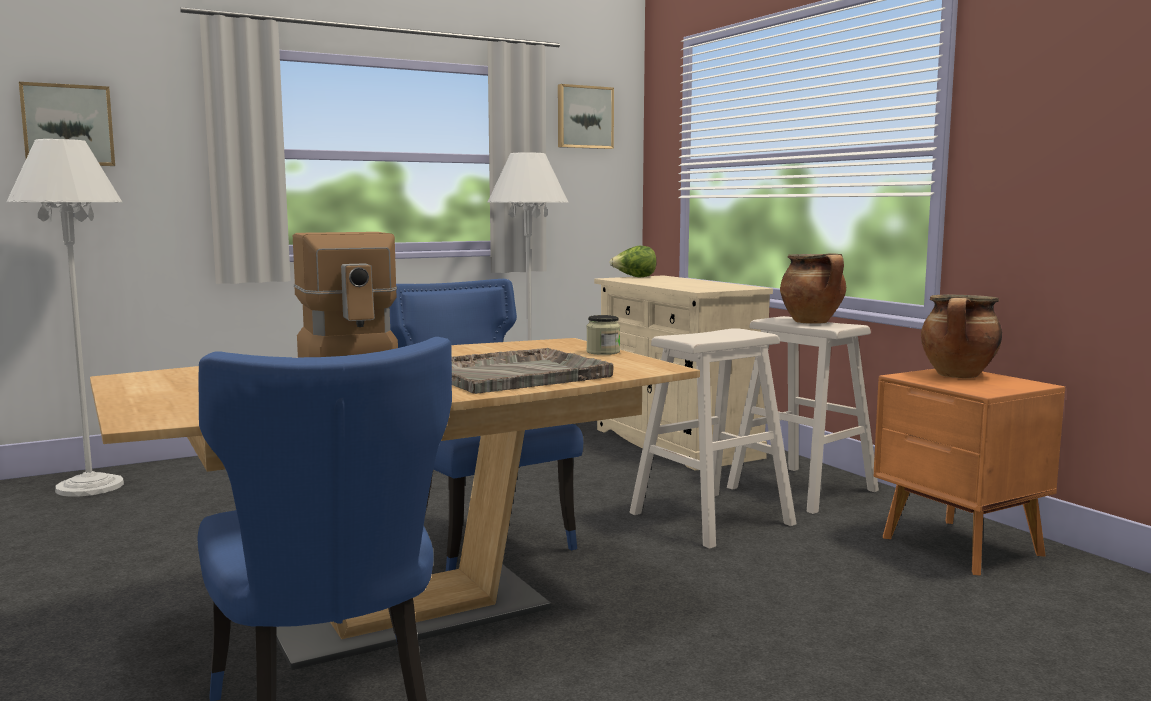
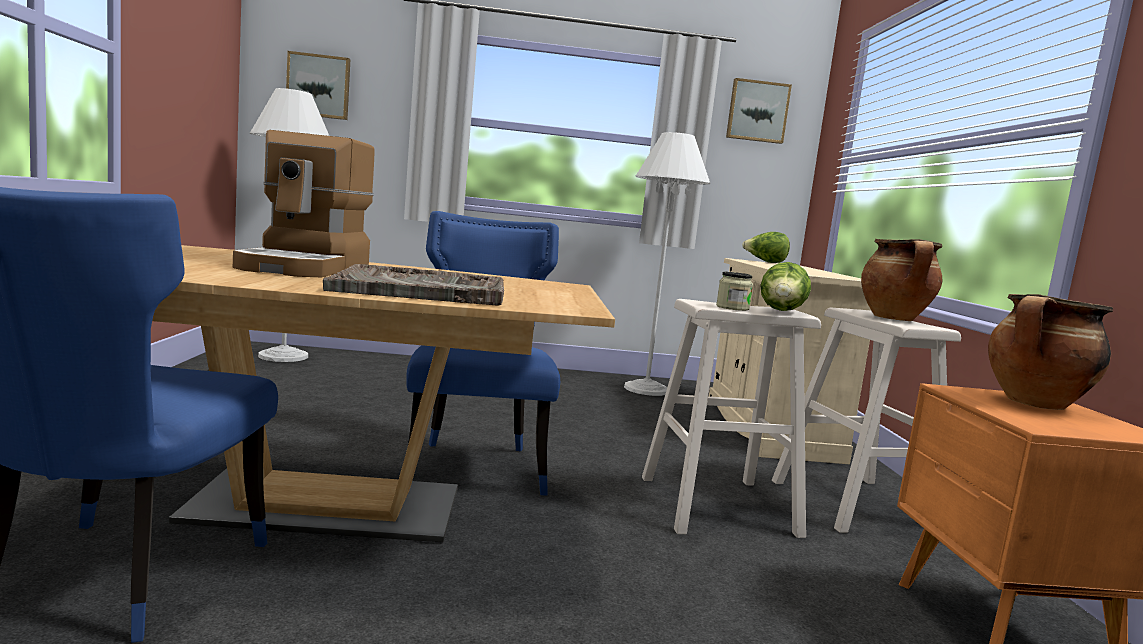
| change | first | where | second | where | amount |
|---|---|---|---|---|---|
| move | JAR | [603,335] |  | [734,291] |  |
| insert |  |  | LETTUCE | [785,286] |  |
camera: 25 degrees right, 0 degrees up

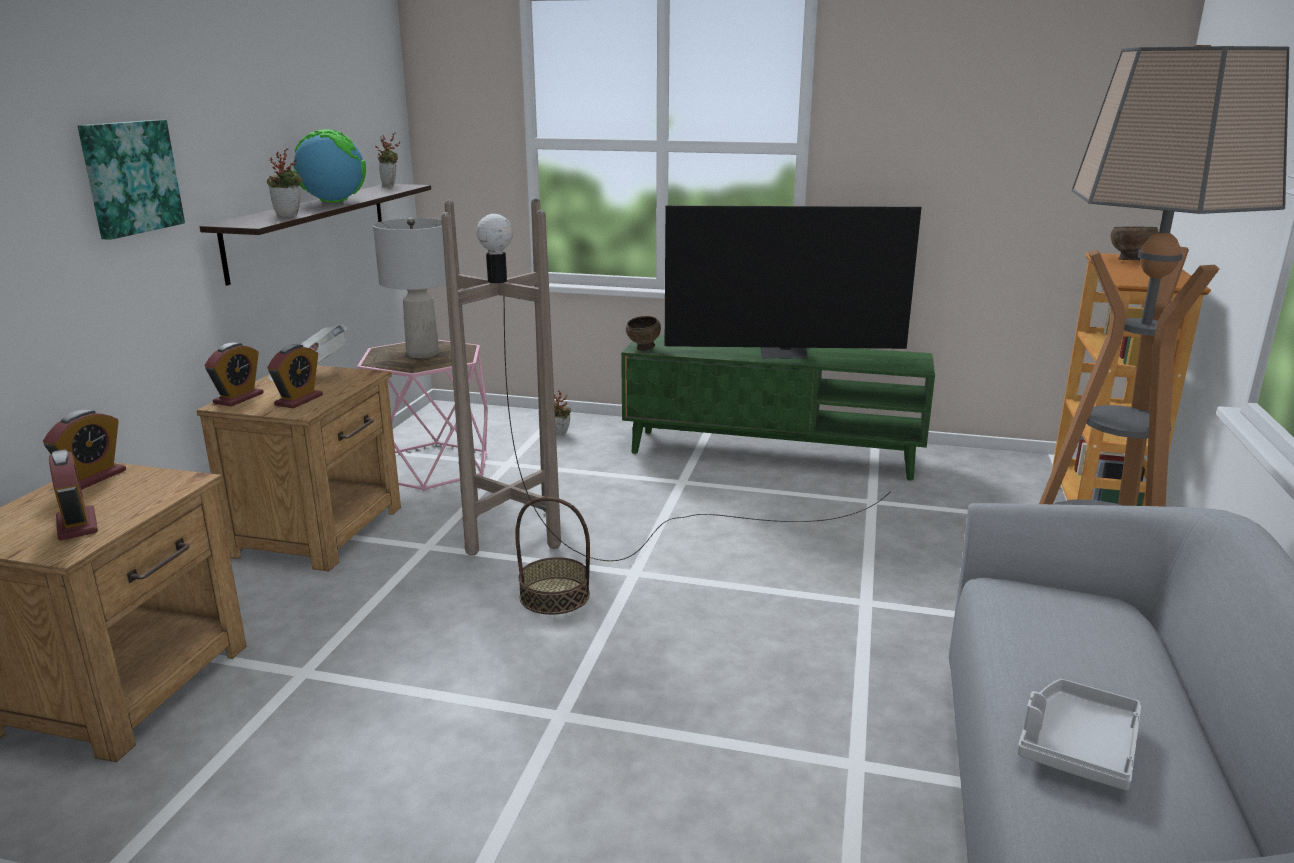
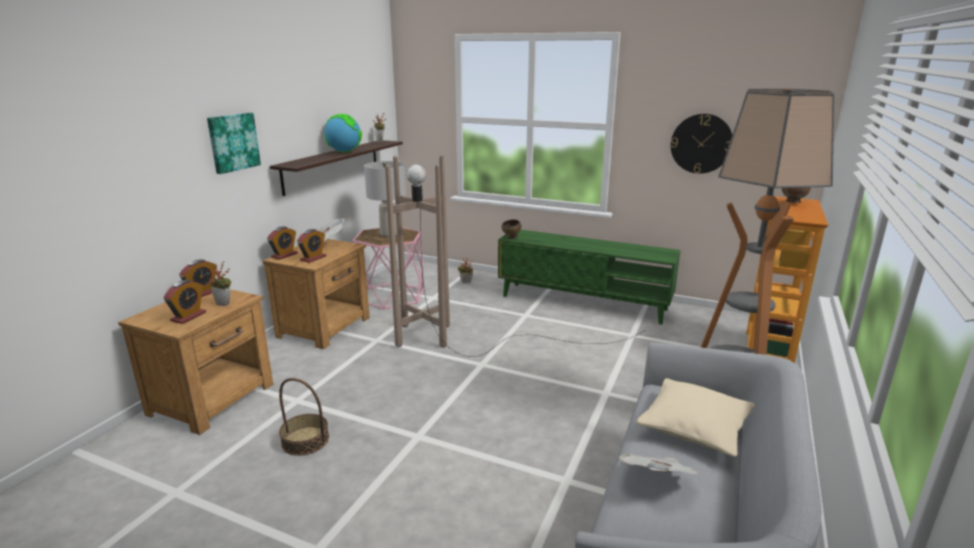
| change | first | where | second | where | amount |
|---|---|---|---|---|---|
| rotate | ALARM CLOCK | [73,494] |  | [184,302] | 45 degrees clockwise |
| move | POTTED PLANT | [285,182] |  | [221,283] |  |
| move | BASKET | [552,556] |  | [304,417] |  |
| replace | GREY TRAY | [1079,735] | NEWSPAPER | [659,464] |  |
| insert |  |  | BEIGE PILLOW | [695,417] |  |
| insert |  |  | WALL CLOCK | [701,144] |  |
| delete | TELEVISION | [793,282] |  |  |  |
camera: 10 degrees right, 0 degrees up

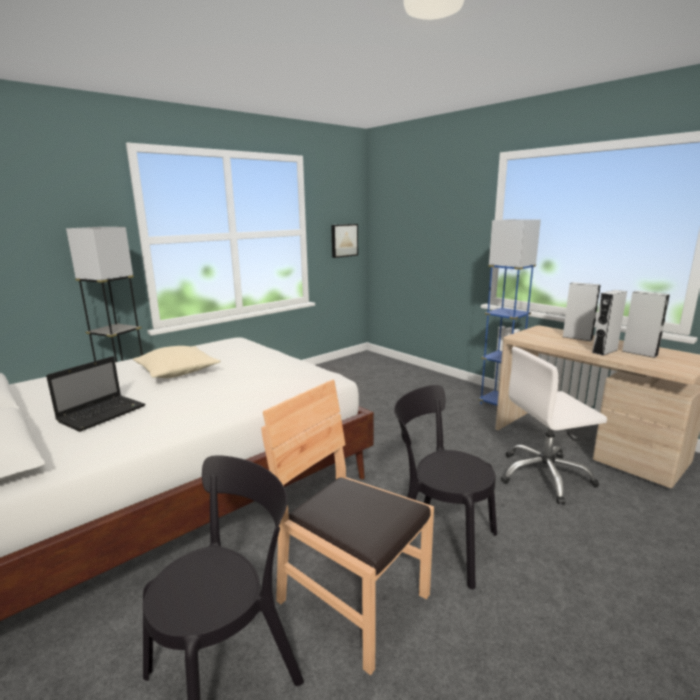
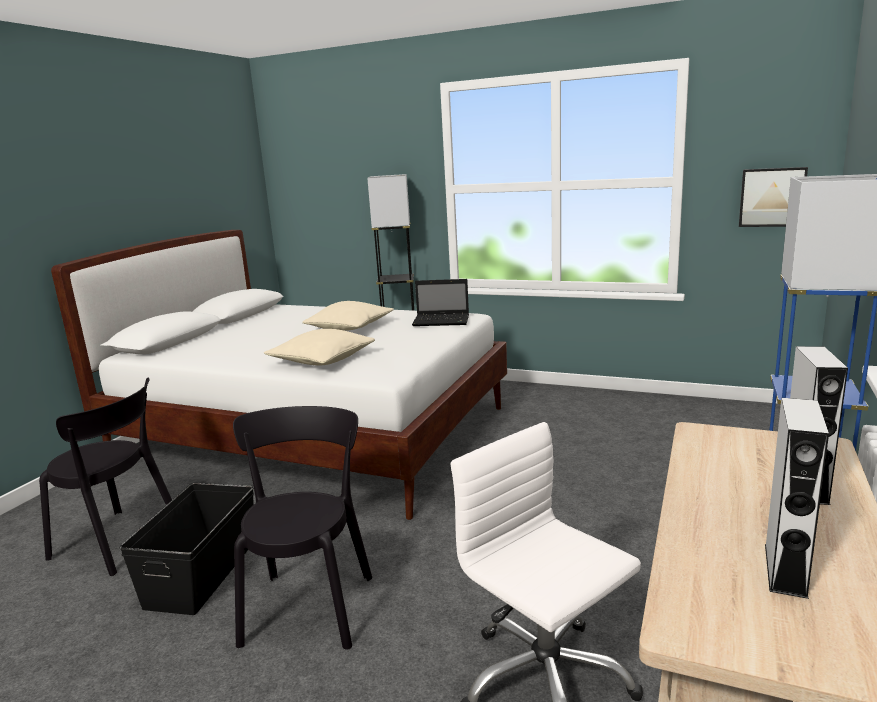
| change | first | where | second | where | amount |
|---|---|---|---|---|---|
| replace | BROWN CHAIR | [347,527] | BLACK STORAGE BOX | [187,549] |  |
| insert |  |  | BEIGE PILLOW | [319,347] |  |
| move | LAPTOP | [95,394] |  | [440,302] |  |
| delete | GREY SPEAKER | [609,323] |  |  |  |
camera: 65 degrees right, 0 degrees up

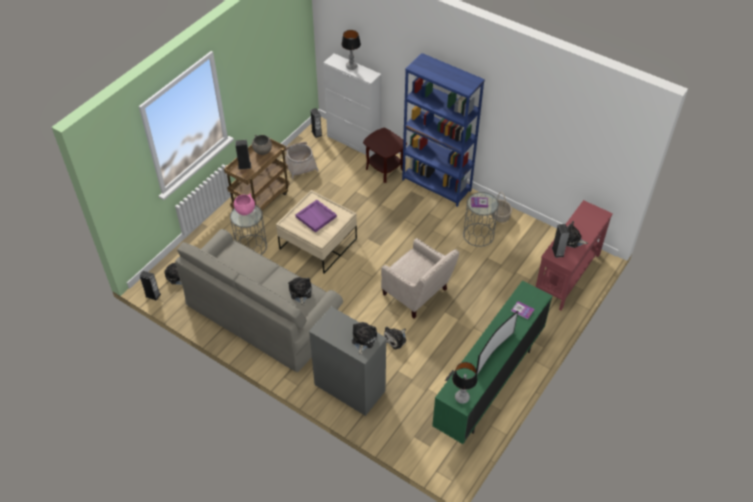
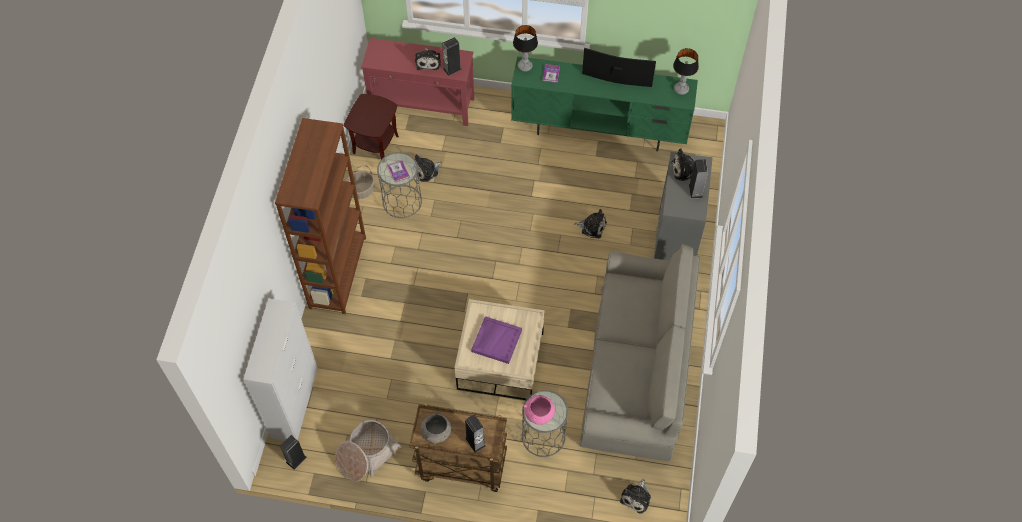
| change | first | where | second | where | amount |
|---|---|---|---|---|---|
| recolor | BLUE BOOKCASE | [443,130] | BROWN BOOKCASE | [320,216] |  |
| move | BROWN SIDE TABLE | [385,155] |  | [371,126] |  |
| move | PLUSH TOY | [300,291] |  | [428,168] |  |
| move | TABLE LAMP | [351,50] |  | [525,48] |  |
| move | SPEAKER | [150,286] |  | [698,178] |  |
| delete | BEIGE ARMCHAIR | [420,278] |  |  |  |
camera: 115 degrees left, 10 degrees up

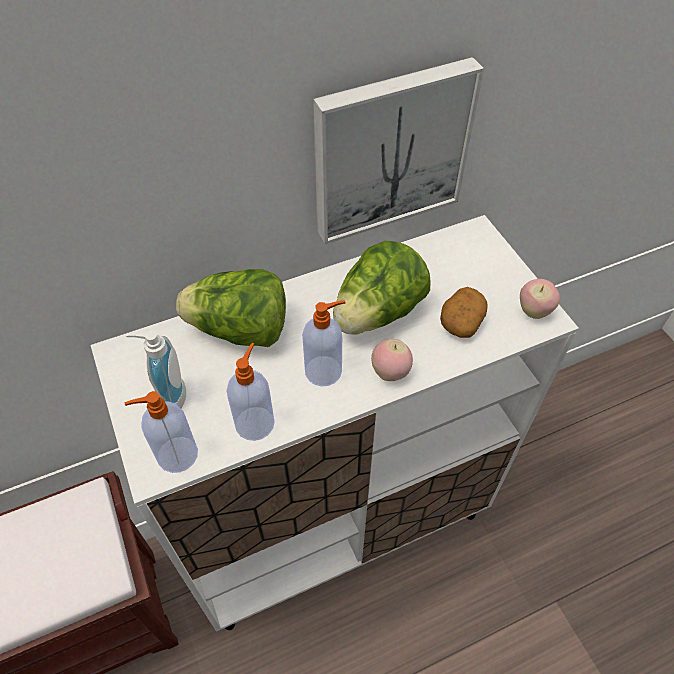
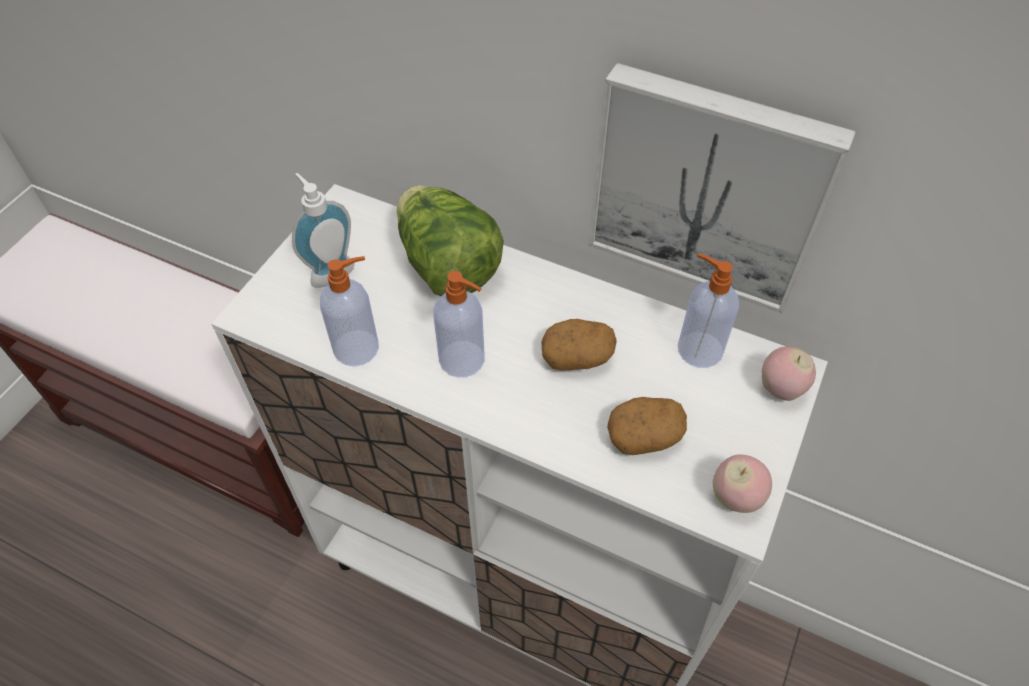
| change | first | where | second | where | amount |
|---|---|---|---|---|---|
| replace | LETTUCE | [382,288] | POTATO | [578,345] |  |
| move | SOAP DISPENSER | [161,432] |  | [708,310] |  |
| move | APPLE | [392,360] |  | [789,374] |  |
camera: 50 degrees right, 0 degrees up

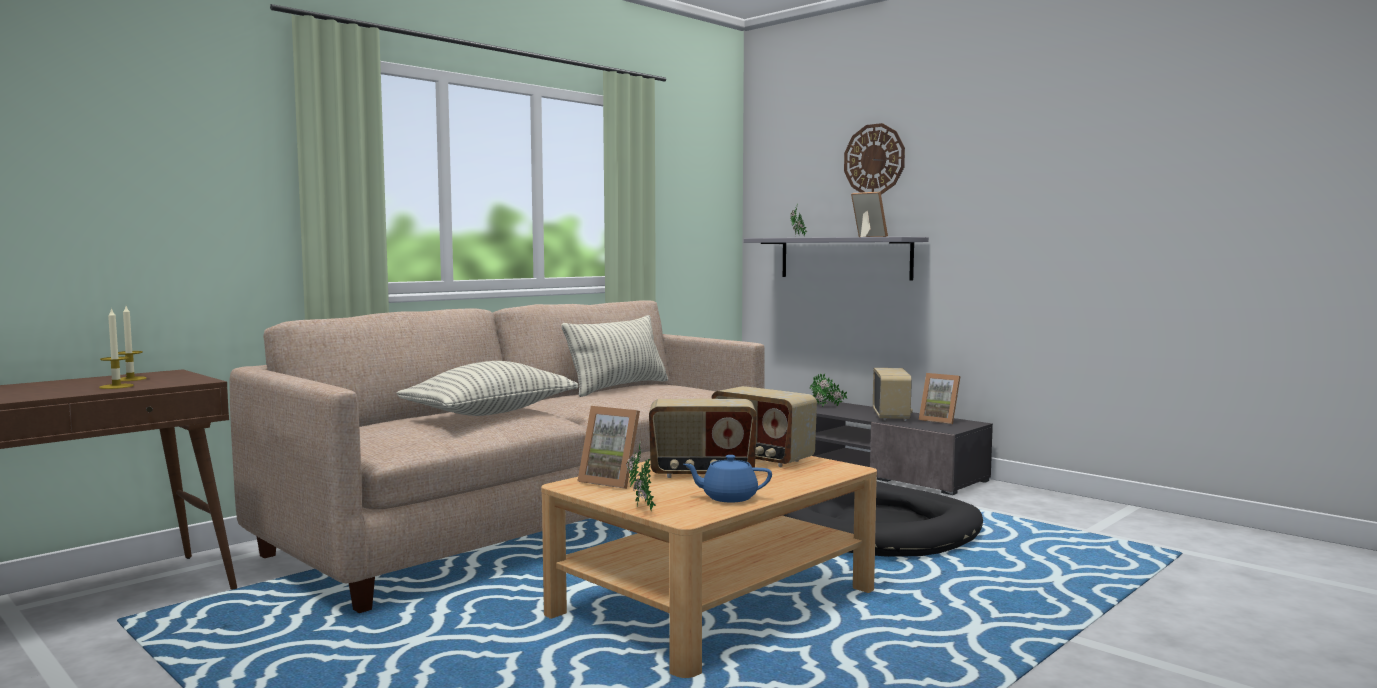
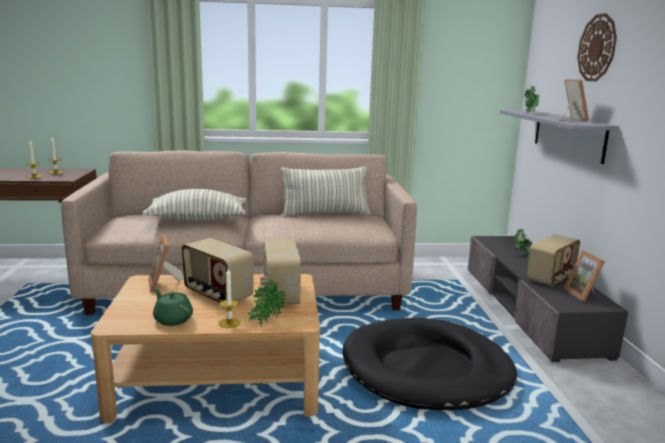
| change | first | where | second | where | amount |
|---|---|---|---|---|---|
| recolor | BLUE TEAPOT | [727,479] | GREEN TEAPOT | [173,307] |  |
| insert |  |  | CANDLE | [229,298] |  |
| move | POTTED PLANT | [641,476] |  | [267,303] |  |
camera: 40 degrees right, 10 degrees up

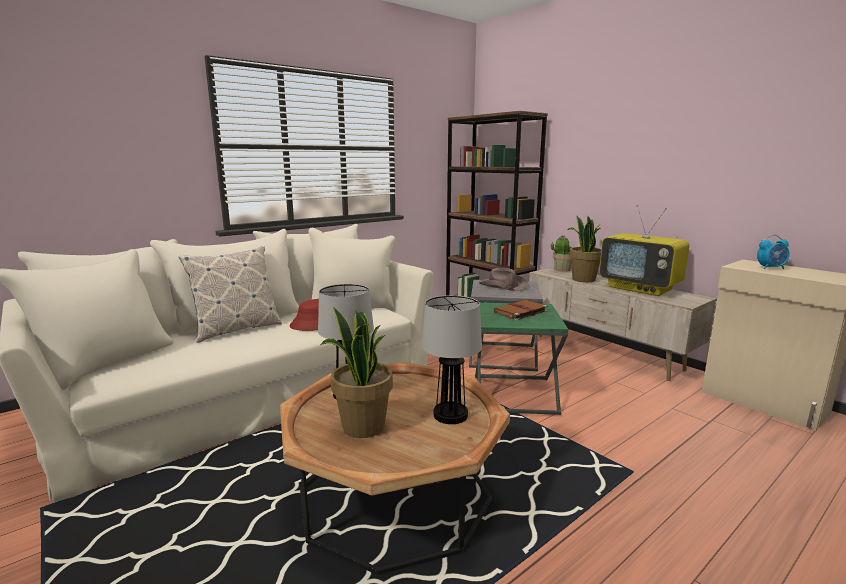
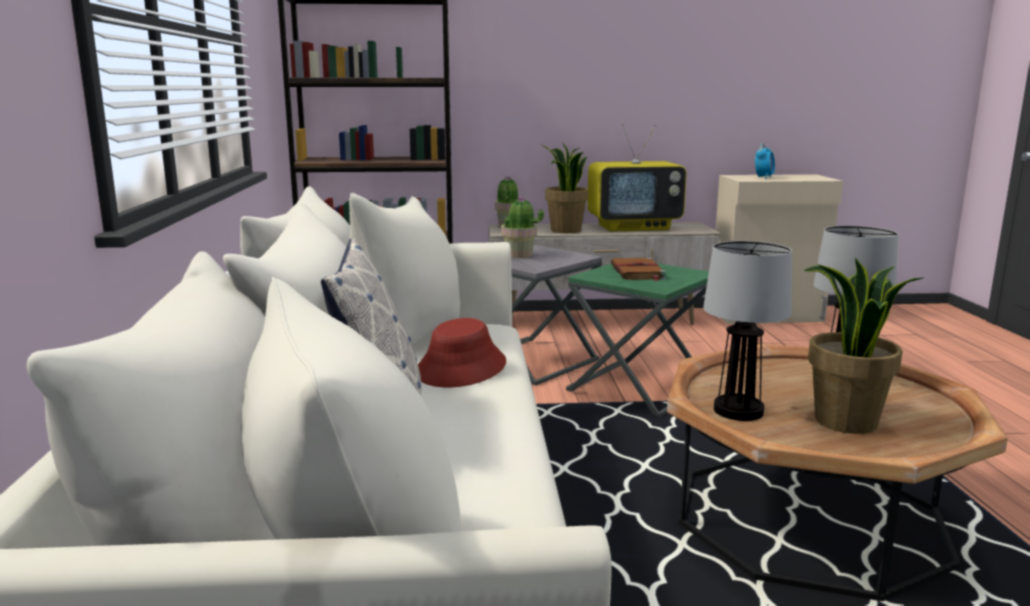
| change | first | where | second | where | amount |
|---|---|---|---|---|---|
| replace | BROWN HAT | [504,279] | POTTED PLANT | [522,227] |  |
camera: 55 degrees left, 0 degrees up

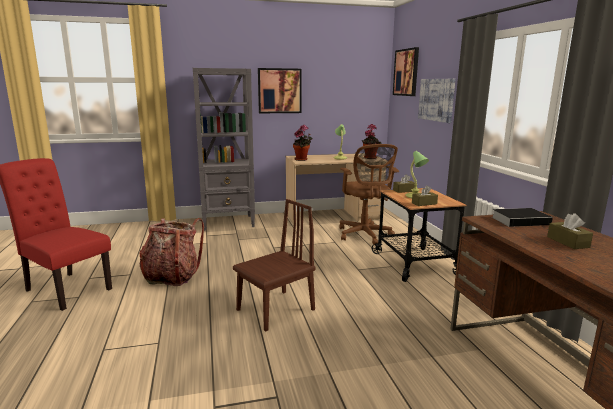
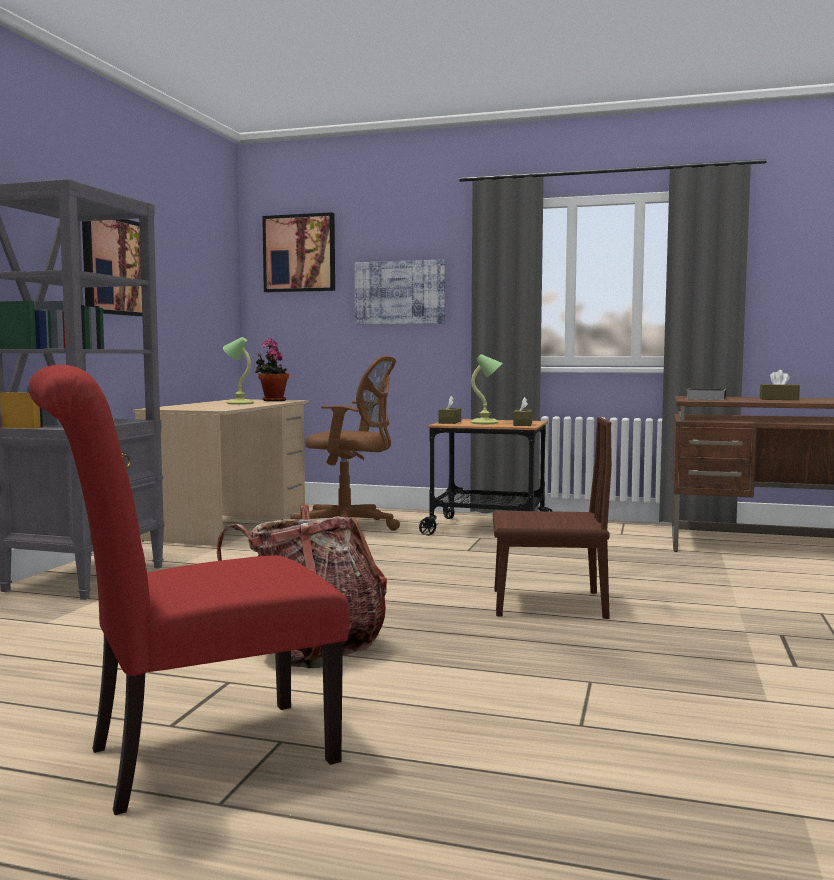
| change | first | where | second | where | amount |
|---|---|---|---|---|---|
| rotate | BROWN CHAIR | [274,265] |  | [552,518] | 105 degrees clockwise |
| delete | POTTED PLANT | [302,143] |  |  |  |
camera: 60 degrees left, 10 degrees down

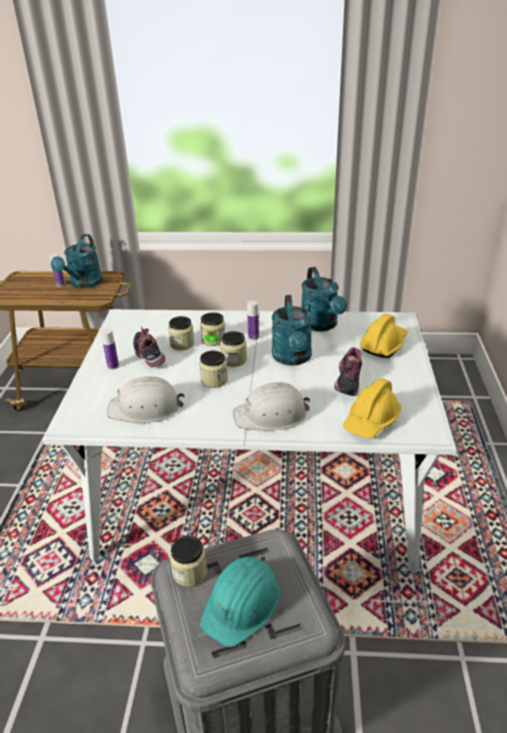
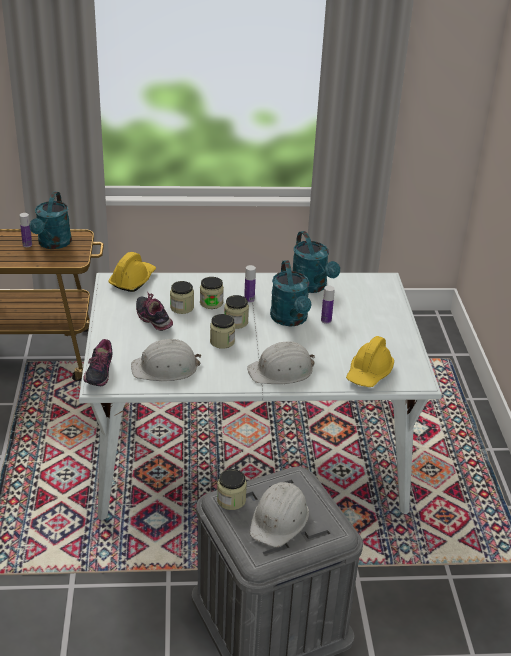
| change | first | where | second | where | amount |
|---|---|---|---|---|---|
| move | SHOE | [348,371] |  | [97,362] |  |
| move | YELLOW HARD HAT | [384,336] |  | [132,272] |  |
| recolor | TURQUOISE HARD HAT | [240,602] | WHITE HARD HAT | [279,514] |  |
| move | BOTTLE | [110,349] |  | [328,304] |  |
camera: 10 degrees left, 0 degrees up

